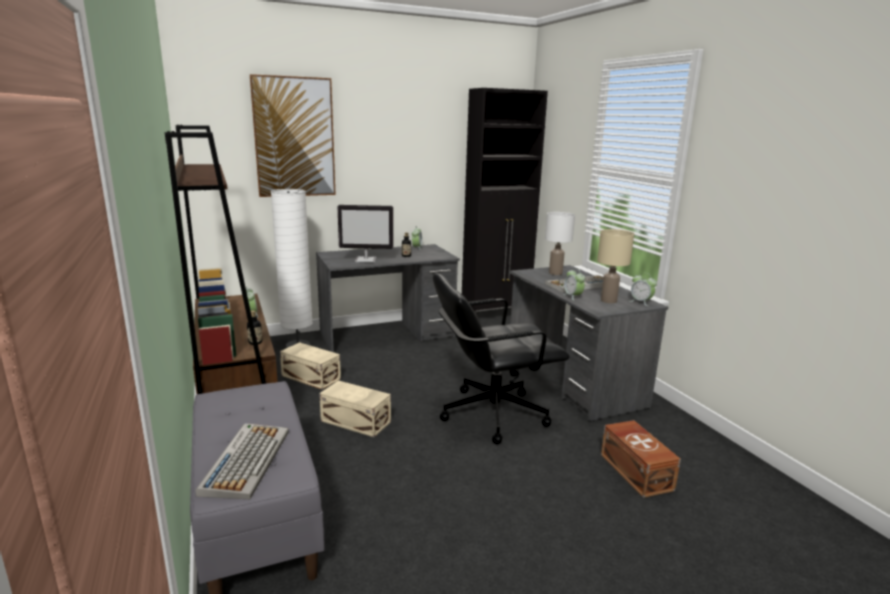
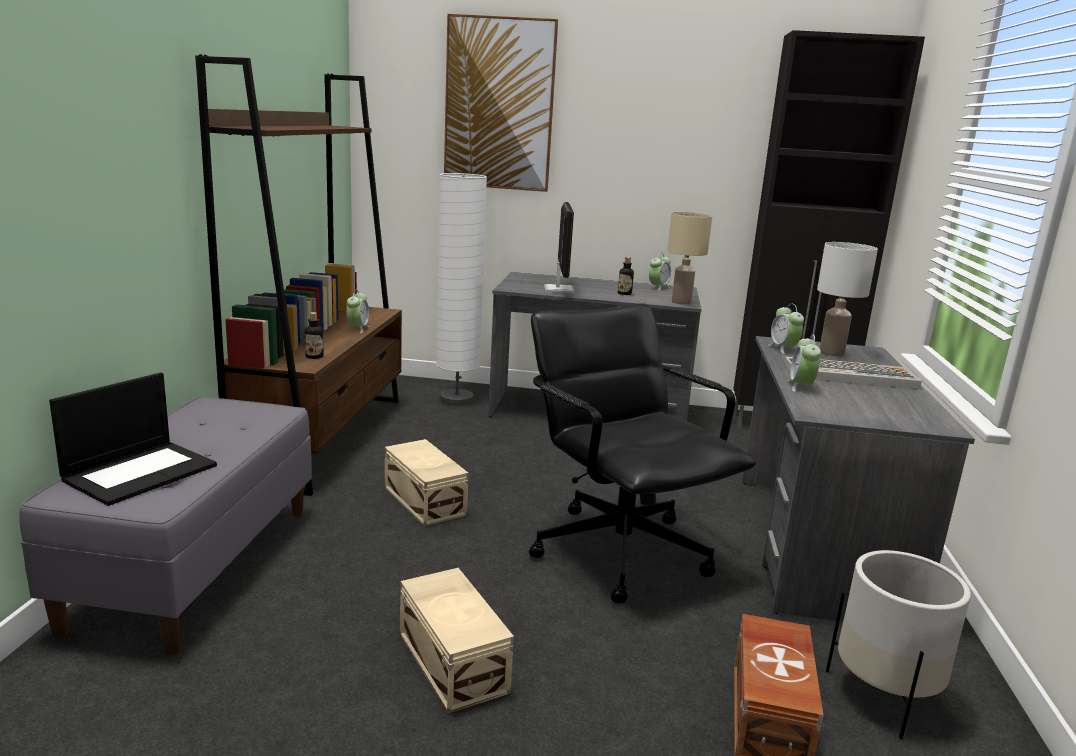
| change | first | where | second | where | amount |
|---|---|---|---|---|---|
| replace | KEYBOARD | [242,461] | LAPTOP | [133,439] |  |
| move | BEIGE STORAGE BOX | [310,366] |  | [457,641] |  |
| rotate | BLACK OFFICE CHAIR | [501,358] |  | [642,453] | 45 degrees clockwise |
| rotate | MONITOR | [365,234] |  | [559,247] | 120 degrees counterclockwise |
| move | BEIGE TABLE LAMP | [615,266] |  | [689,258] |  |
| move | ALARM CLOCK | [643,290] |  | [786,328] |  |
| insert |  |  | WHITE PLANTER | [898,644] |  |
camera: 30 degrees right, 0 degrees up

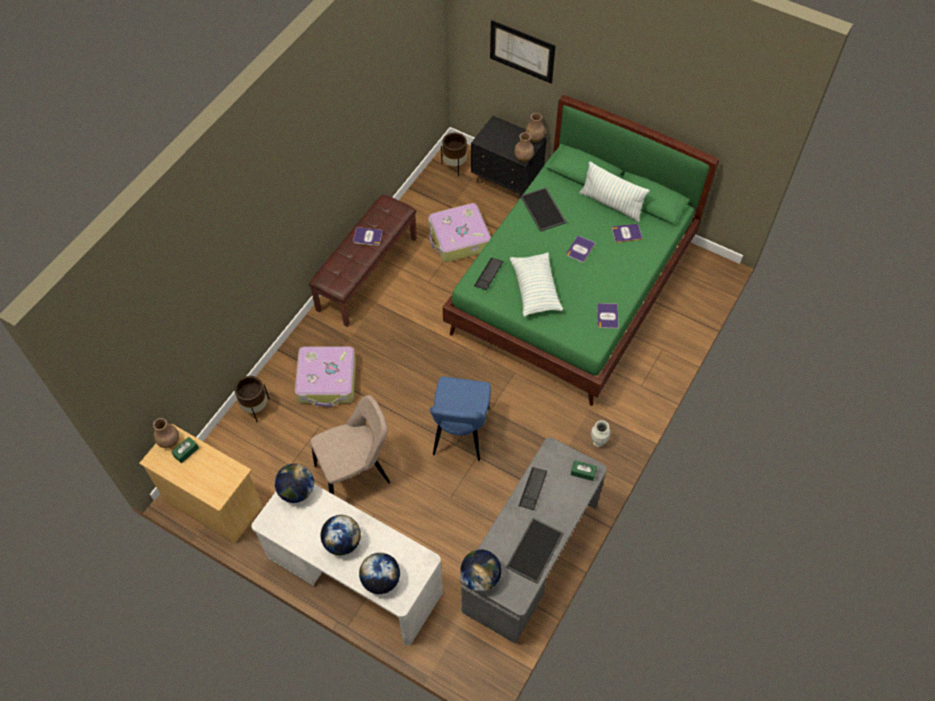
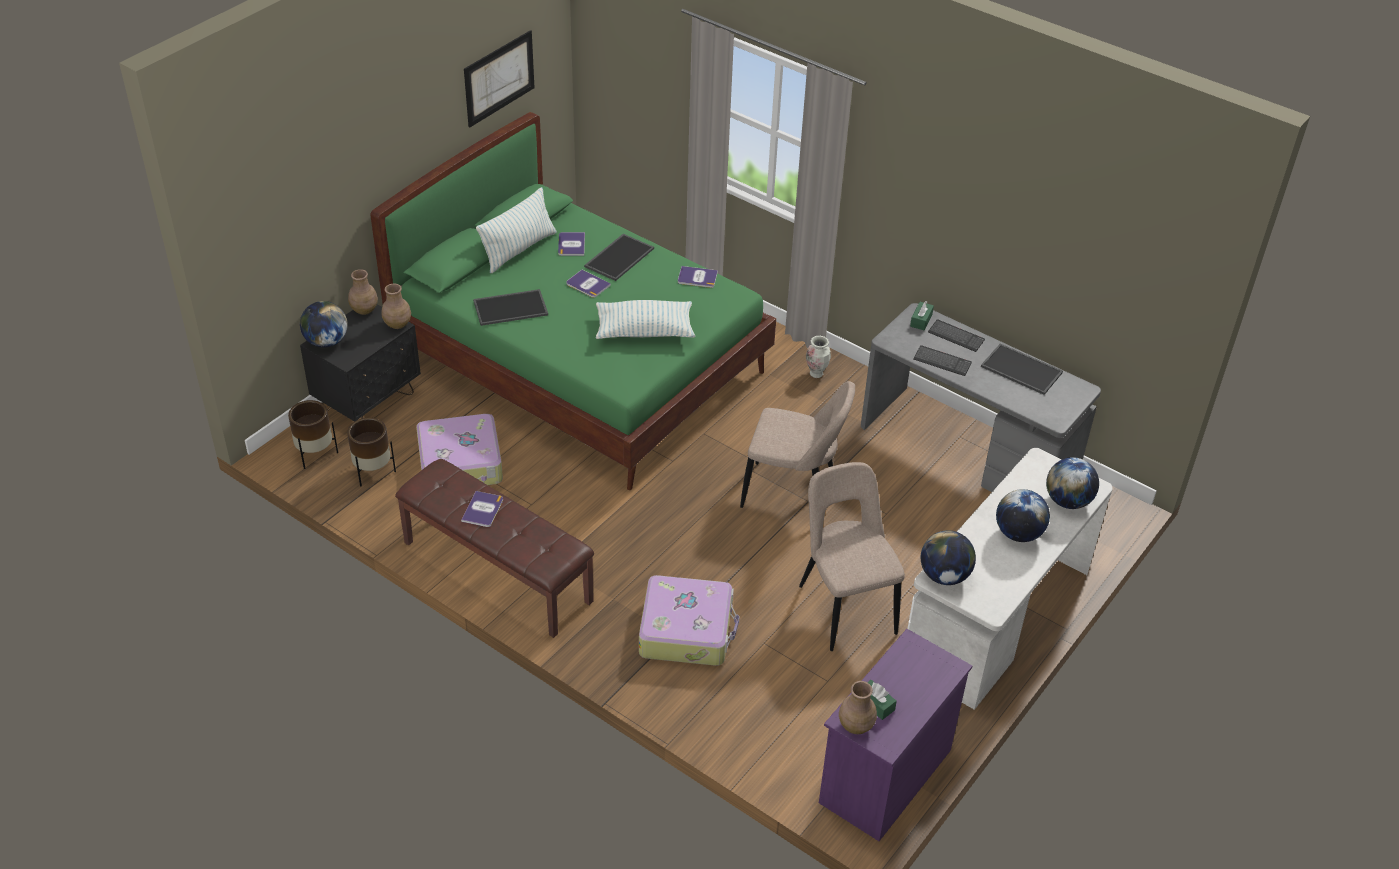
| change | first | where | second | where | amount |
|---|---|---|---|---|---|
| move | GLOBE | [481,570] |  | [324,324] |  |
| move | BROWN PLANTER | [252,399] |  | [371,452] |  |
| move | PICTURE | [523,52] |  | [499,78] |  |
| insert |  |  | TRAY | [619,257] |  |
| recolor | BLUE CHAIR | [460,418] | BEIGE CHAIR | [797,444] |  |
| recolor | BEIGE DRESSER | [201,483] | PURPLE DRESSER | [895,735] |  |
| move | KEYBOARD | [489,274] |  | [956,335] |  |
camera: 85 degrees left, 15 degrees down

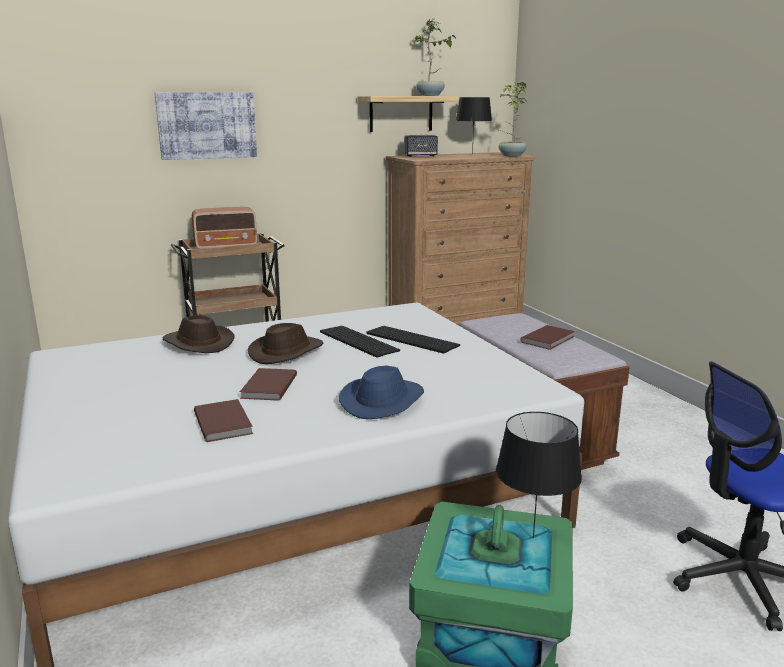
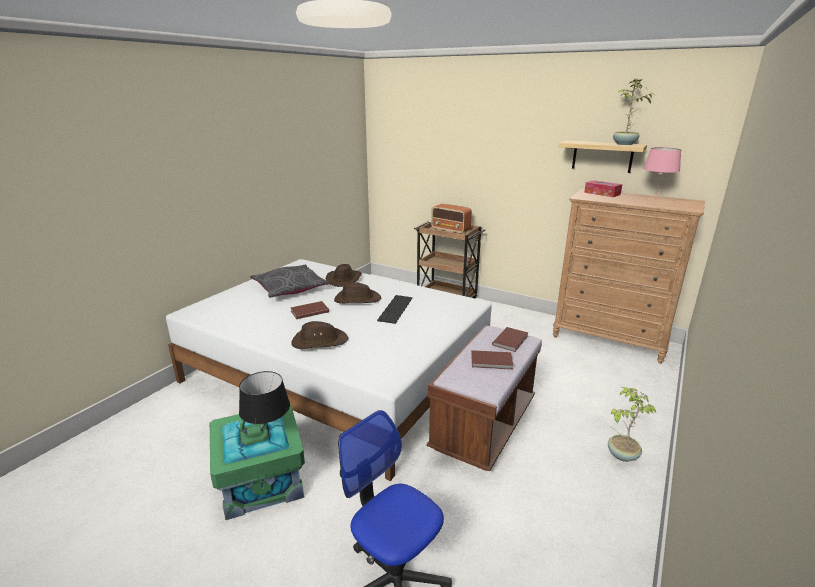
| change | first | where | second | where | amount |
|---|---|---|---|---|---|
| insert |  |  | GREY PILLOW | [290,281] |  |
| recolor | BLUE HAT | [381,392] | BROWN HAT | [319,335] |  |
| move | BROWN BOOK | [223,420] |  | [510,339] |  |
| replace | SPEAKER | [421,146] | TISSUE BOX | [603,188] |  |
| move | POTTED PLANT | [513,119] |  | [632,424] |  |
| recolor | BLACK TABLE LAMP | [473,126] | PINK TABLE LAMP | [662,173] |  |
| delete | PICTURE | [206,126] |  |  |  |
| delete | KEYBOARD | [413,340] |  |  |  |
camera: 55 degrees right, 5 degrees up

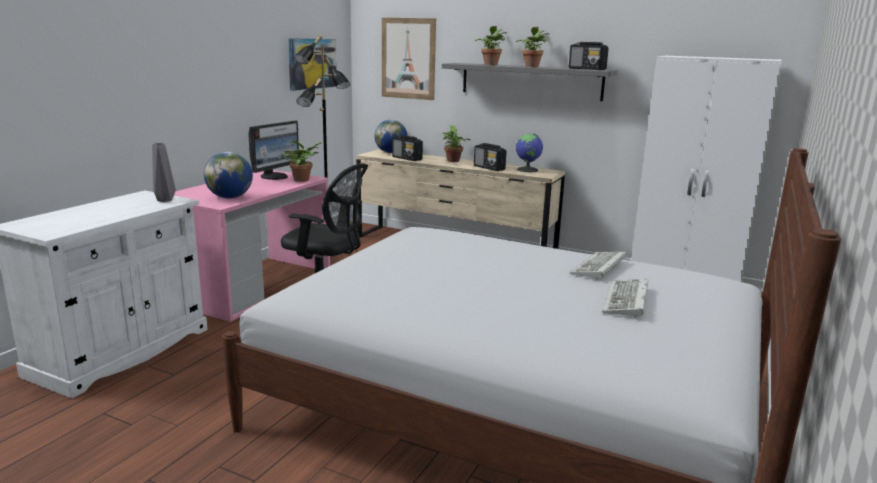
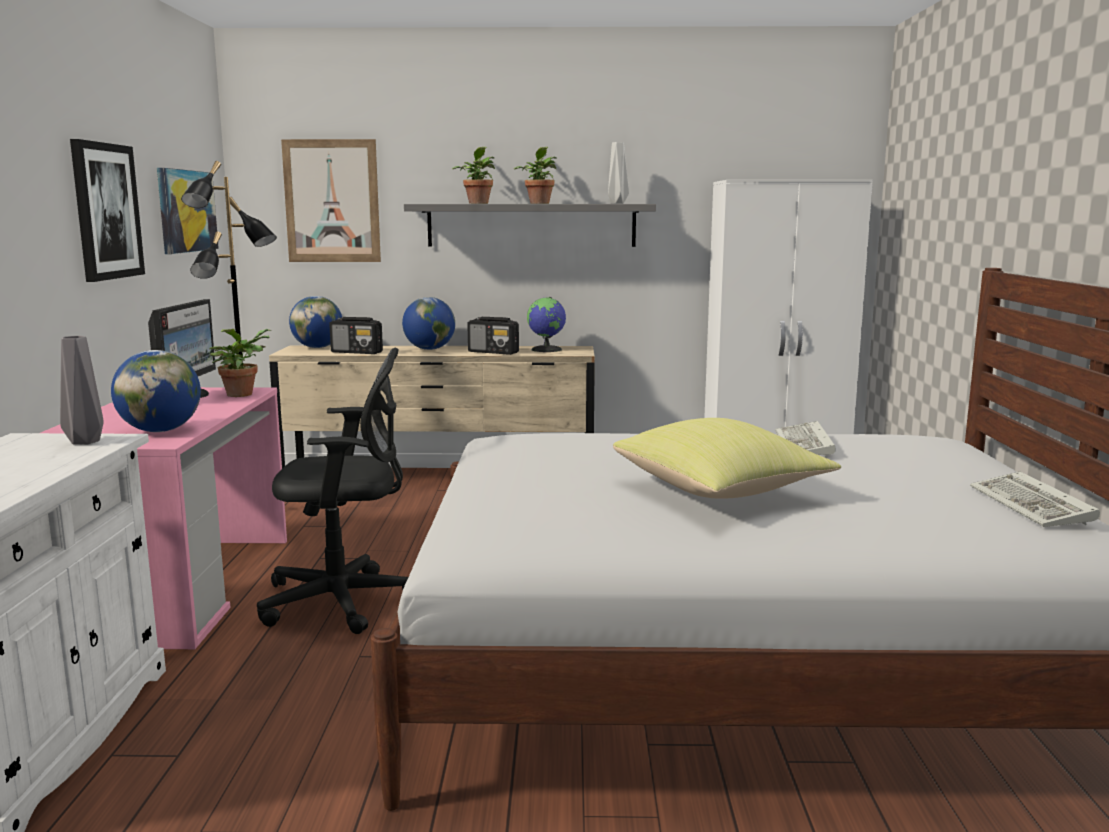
| change | first | where | second | where | amount |
|---|---|---|---|---|---|
| insert |  |  | PICTURE | [107,210] |  |
| replace | POTTED PLANT | [456,143] | GLOBE | [428,323] |  |
| replace | RADIO | [589,56] | GREY VASE | [618,173] |  |
| insert |  |  | YELLOW PILLOW | [727,458] |  |
| move | KEYBOARD | [625,298] |  | [1035,499] |  |
camera: 25 degrees left, 5 degrees down

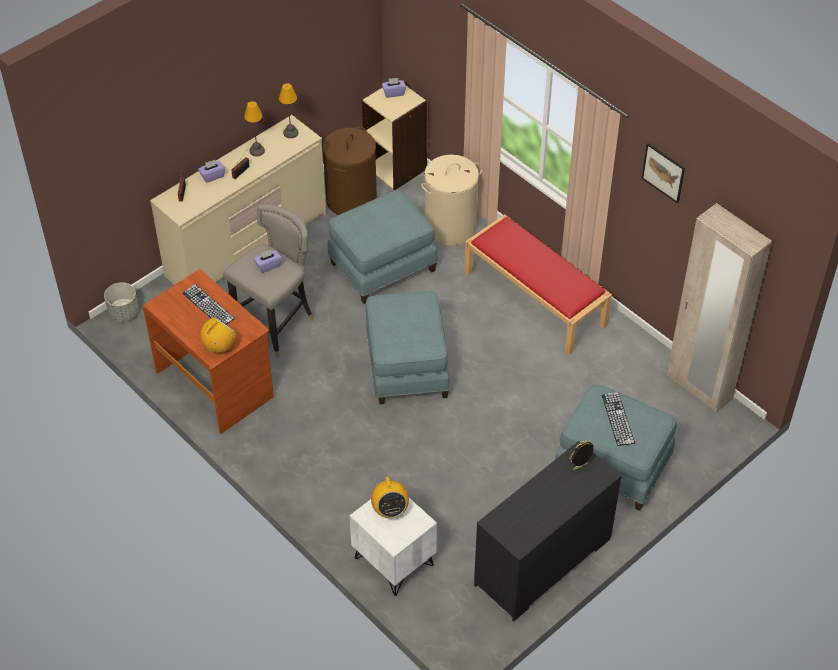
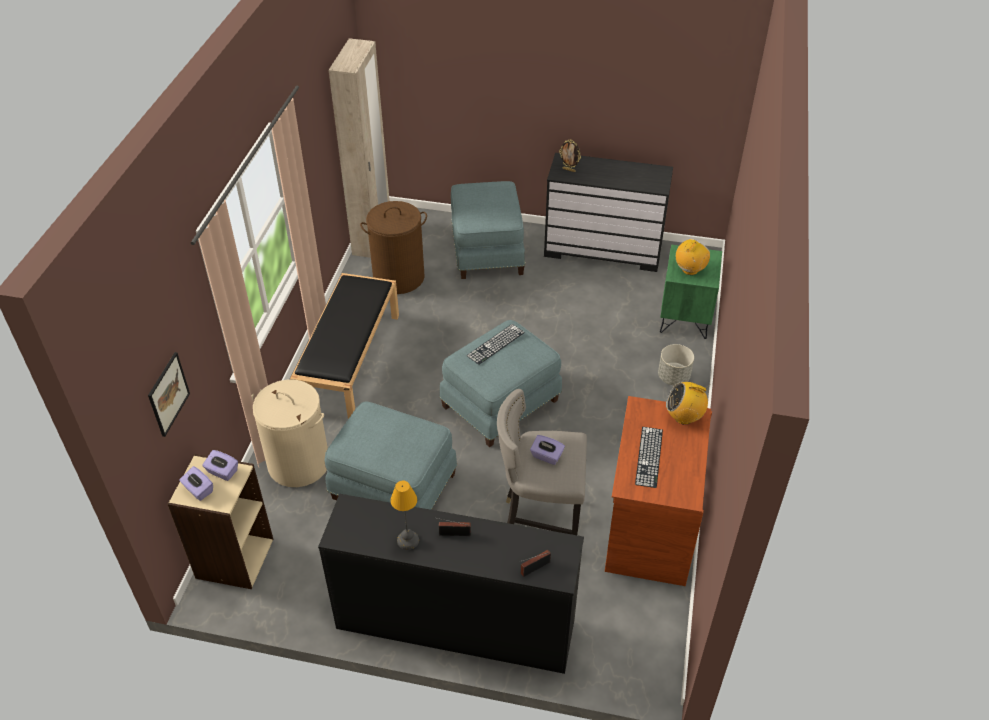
| change | first | where | second | where | amount |
|---|---|---|---|---|---|
| move | PICTURE | [663,173] |  | [169,394] |  |
| move | PURPLE TISSUE BOX | [211,171] |  | [220,465] |  |
| recolor | RED BENCH | [538,284] | BLACK BENCH | [344,346] |  |
| recolor | BEIGE DRESSER | [238,200] | BLACK DRESSER | [451,584] |  |
| move | BROWN LAUNDRY BASKET | [349,171] |  | [393,247] |  |
| move | KEYBOARD | [618,419] |  | [495,344] |  |
| move | GREY PLANTER | [121,302] |  | [676,365] |  |
| recolor | WHITE NIGHTSTAND | [393,547] | GREEN NIGHTSTAND | [691,292] |  |
| delete | TABLE LAMP | [289,110] |  |  |  |
camera: 125 degrees left, 5 degrees down

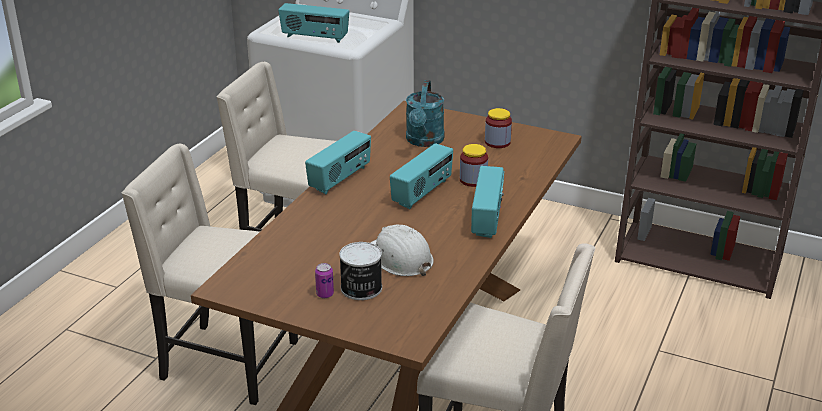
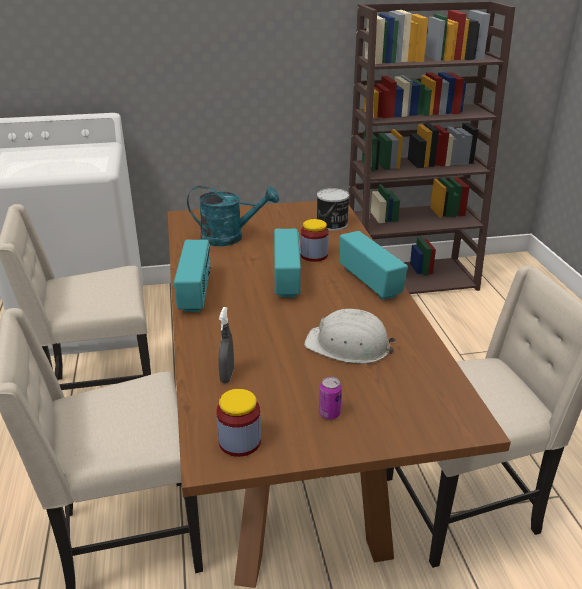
| change | first | where | second | where | amount |
|---|---|---|---|---|---|
| rotate | TURQUOISE WATERING CAN | [425,113] |  | [233,216] | 60 degrees counterclockwise |
| move | JAR | [498,128] |  | [238,423] |  |
| insert |  |  | GREY SPRAY BOTTLE | [226,345] |  |
| move | CAN | [360,271] |  | [333,209] |  |
| delete | RADIO | [313,23] |  |  |  |
camera: 35 degrees left, 0 degrees up

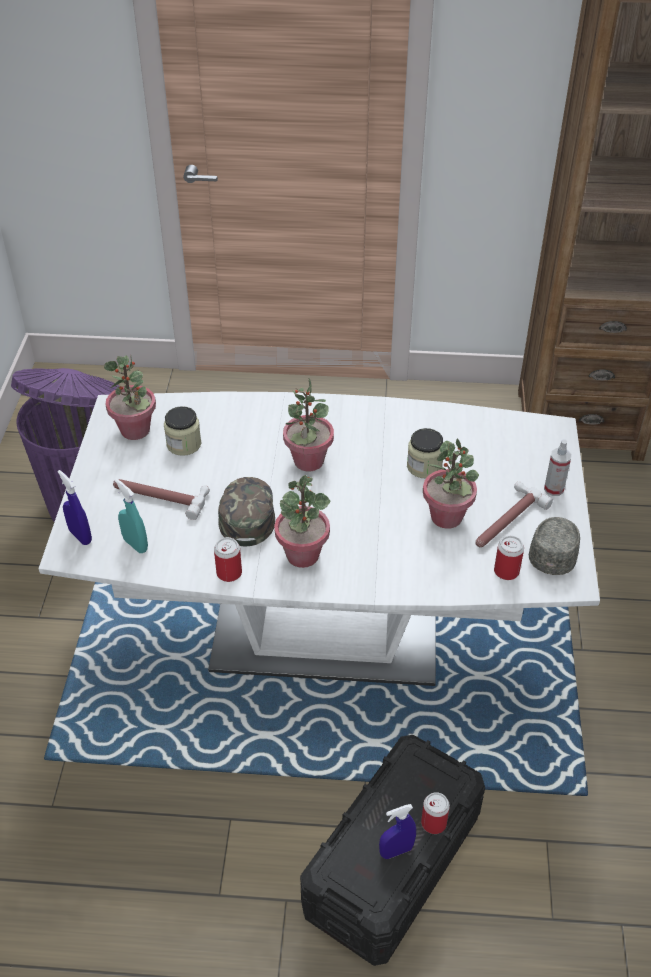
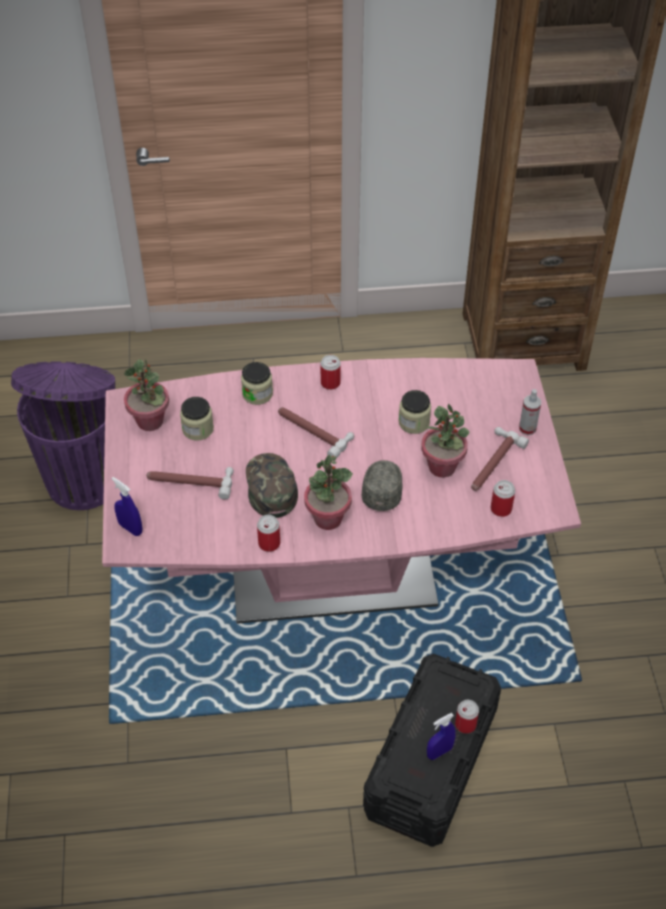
| change | first | where | second | where | amount |
|---|---|---|---|---|---|
| recolor | WHITE DINING TABLE | [319,539] | PINK DINING TABLE | [341,491] |  |
| insert |  |  | JAR | [257,383] |  |
| replace | POTTED PLANT | [308,424] | HAMMER | [316,432] |  |
| insert |  |  | CAN | [331,372] |  |
| move | GREY CAP | [554,546] |  | [382,485] |  |
| delete | TURQUOISE SPRAY BOTTLE | [131,516] |  |  |  |
camera: 10 degrees left, 5 degrees up

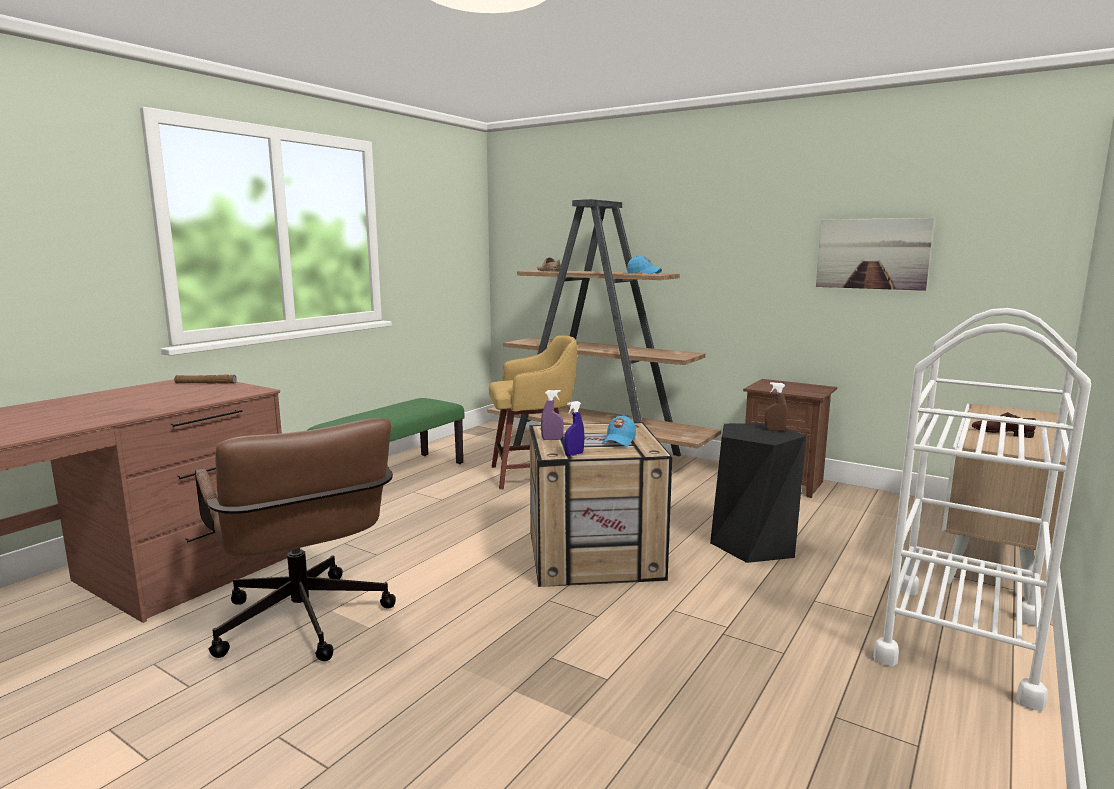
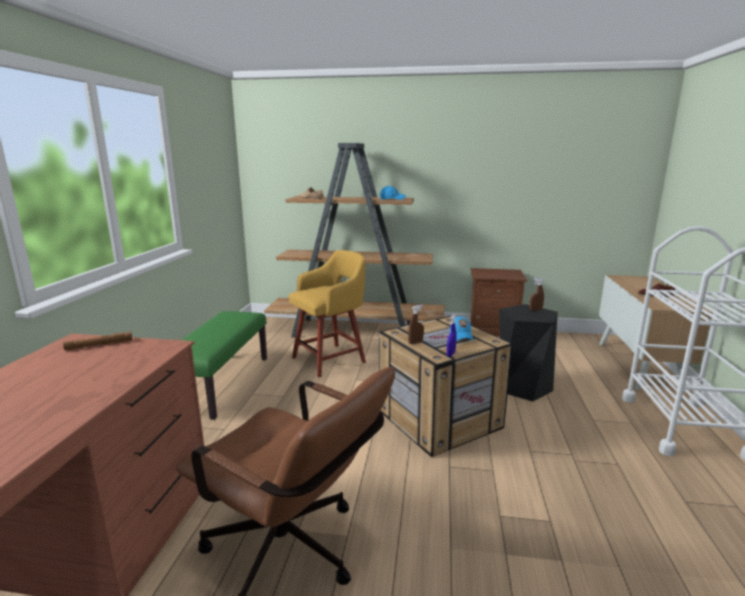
| change | first | where | second | where | amount |
|---|---|---|---|---|---|
| recolor | PURPLE SPRAY BOTTLE | [552,415] | BROWN SPRAY BOTTLE | [416,324] |  |
| delete | PICTURE | [875,254] |  |  |  |
camera: 25 degrees left, 5 degrees up

